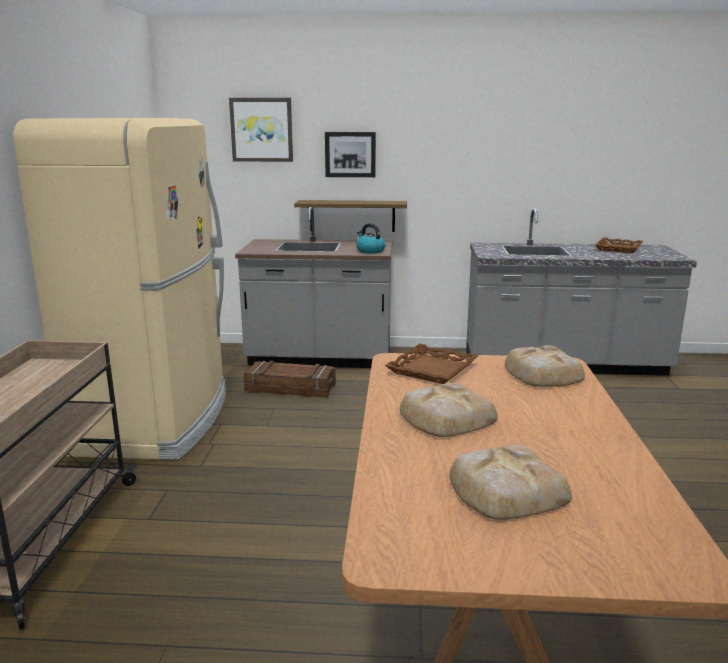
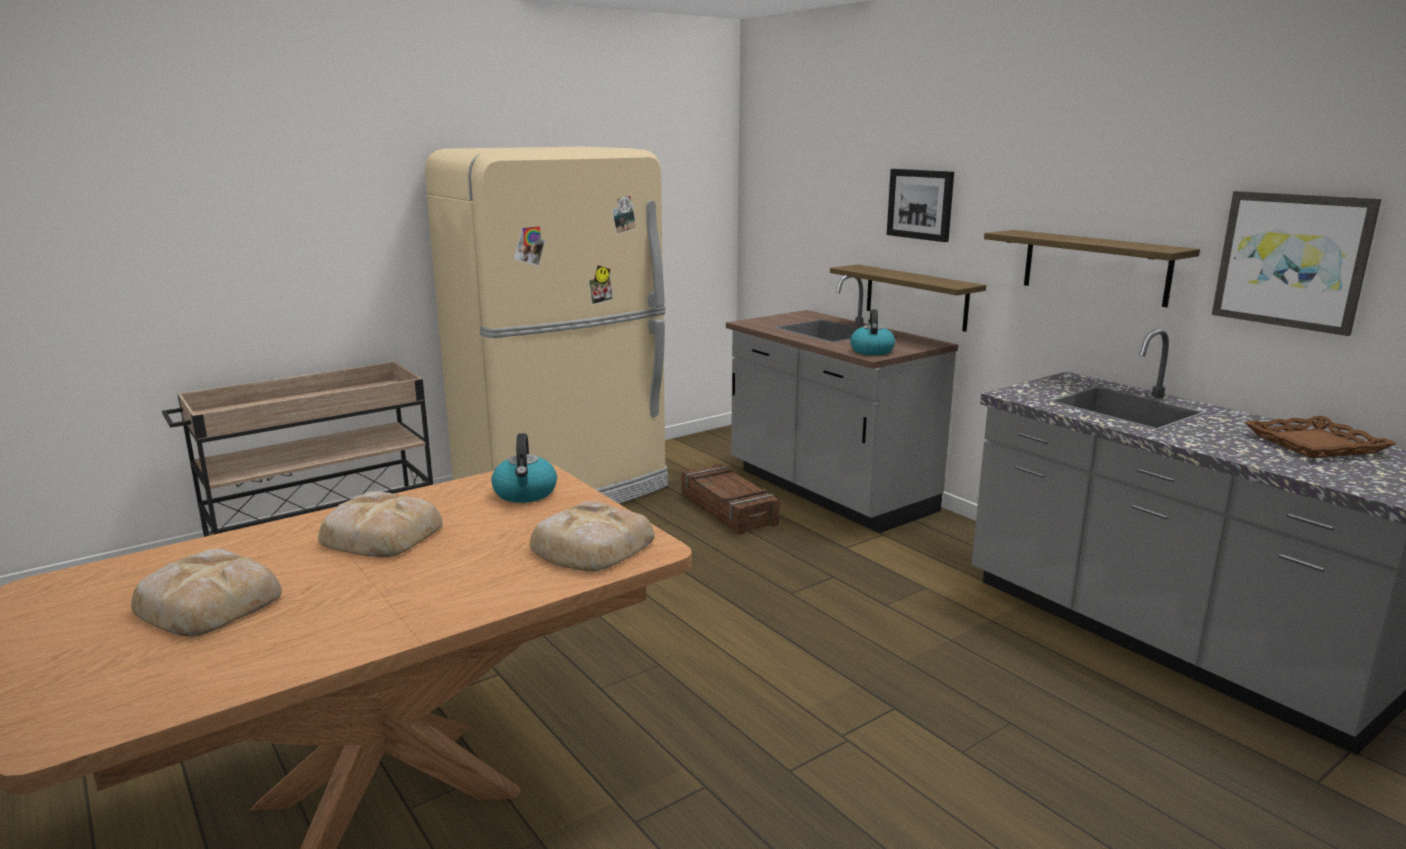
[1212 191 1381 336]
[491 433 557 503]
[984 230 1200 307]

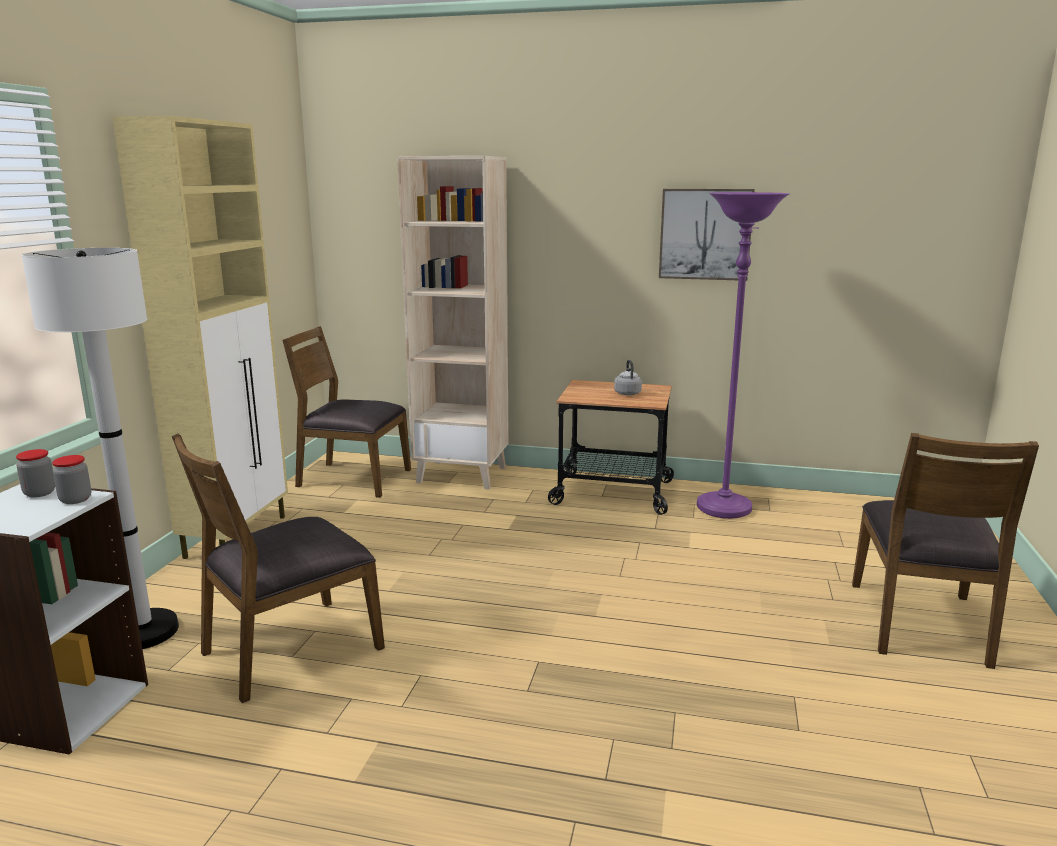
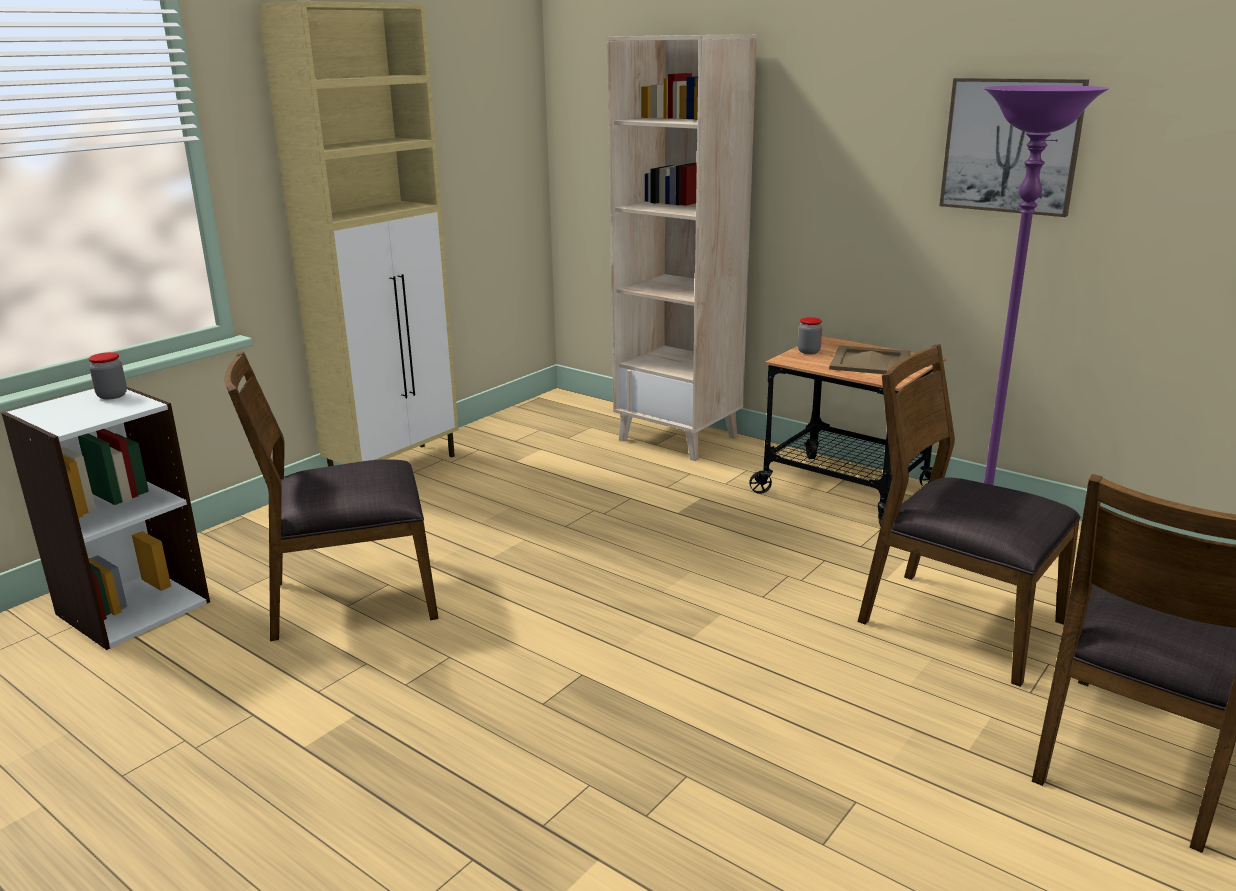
[22 248 179 649] (first image)
[798 317 822 354]
[858 344 1081 687]
[829 345 911 374]

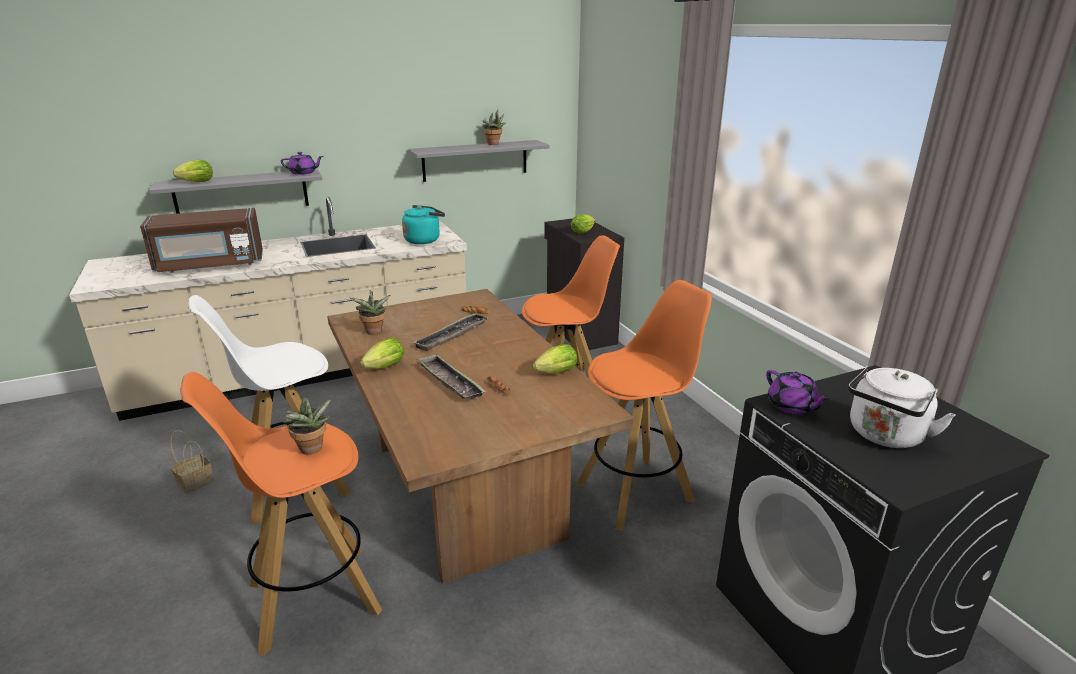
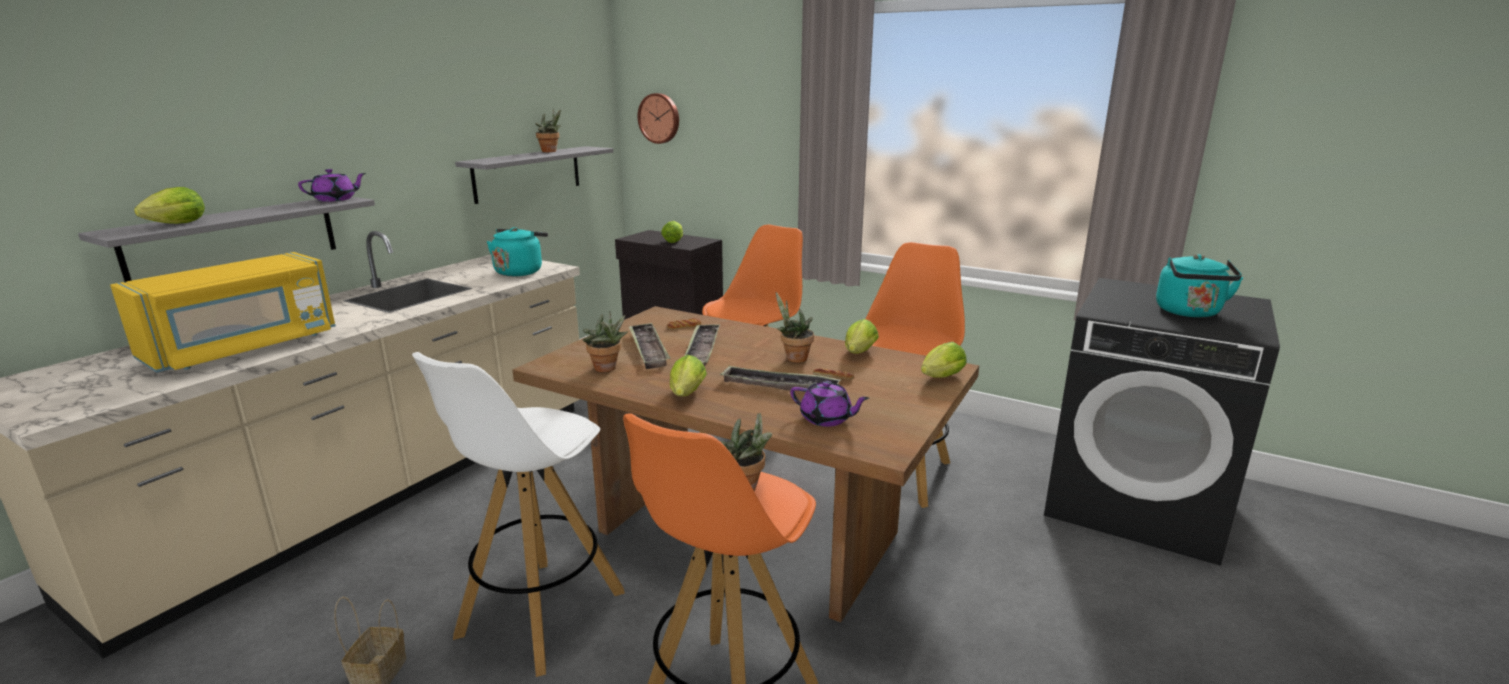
[110 252 336 373]
[790 381 870 427]
[1156 254 1243 317]
[628 322 671 369]
[638 93 679 144]
[776 292 814 363]
[921 342 967 378]

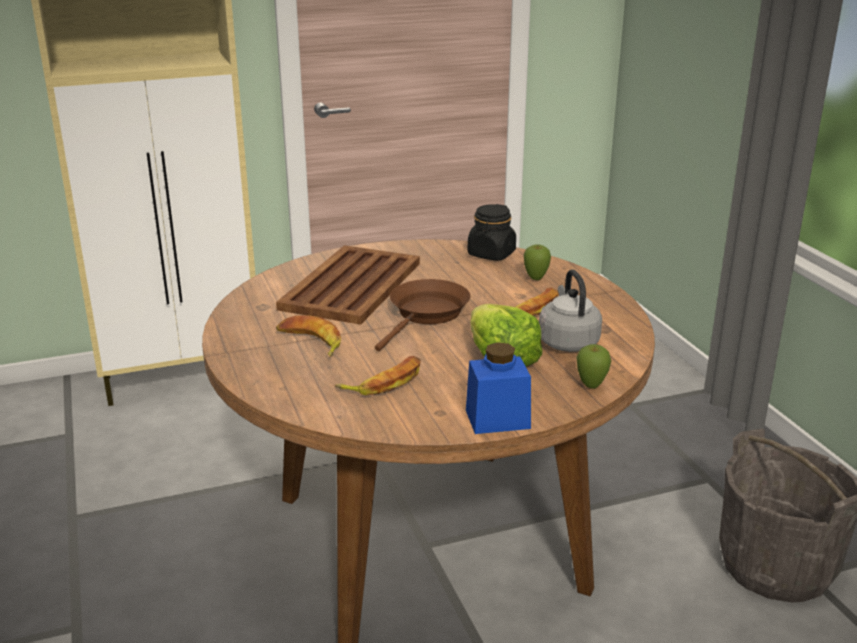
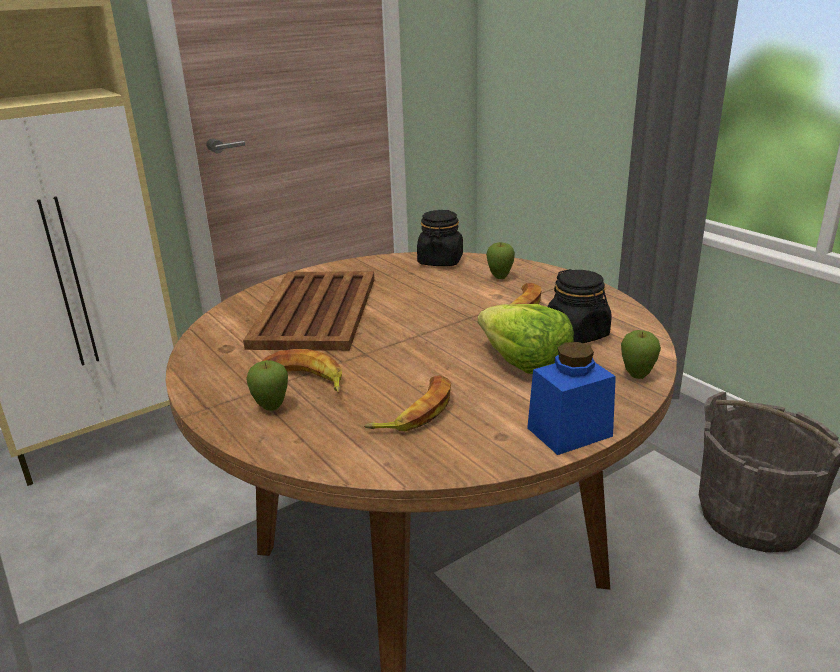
[375 279 471 351] (first image)
[547 269 611 343]
[246 360 288 411]

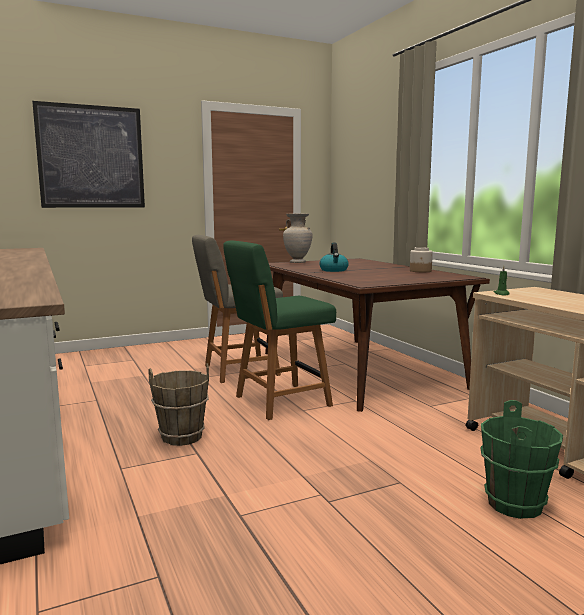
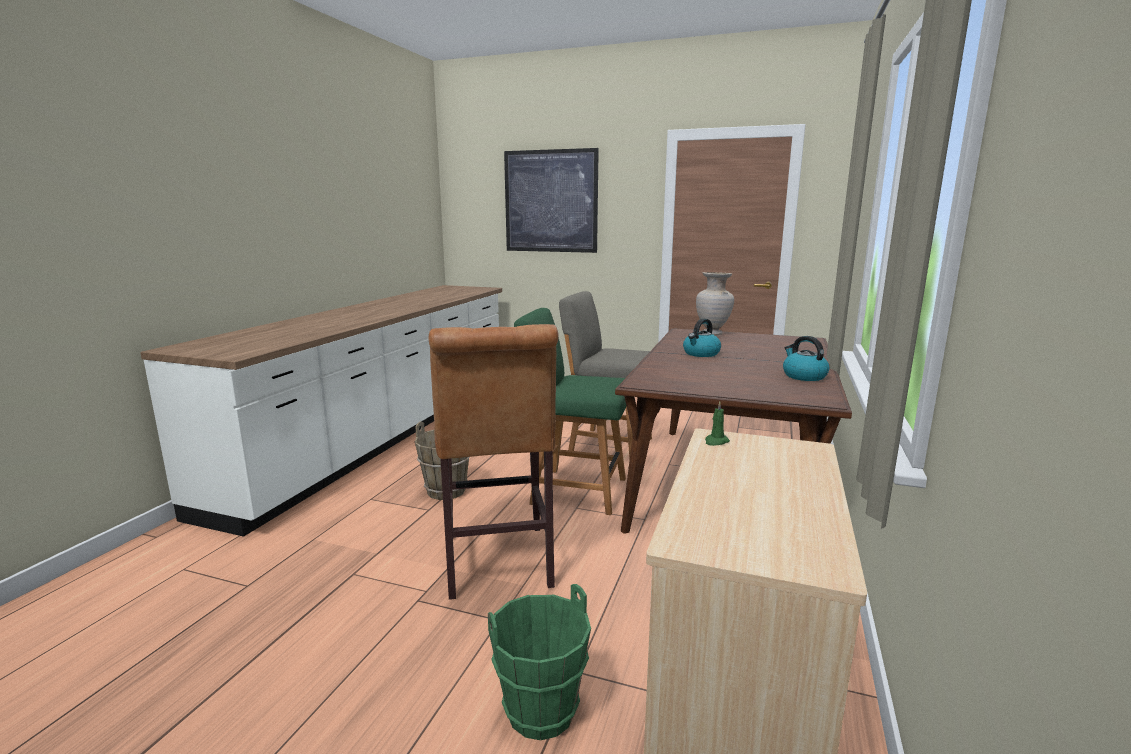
[783 336 829 381]
[428 324 559 600]

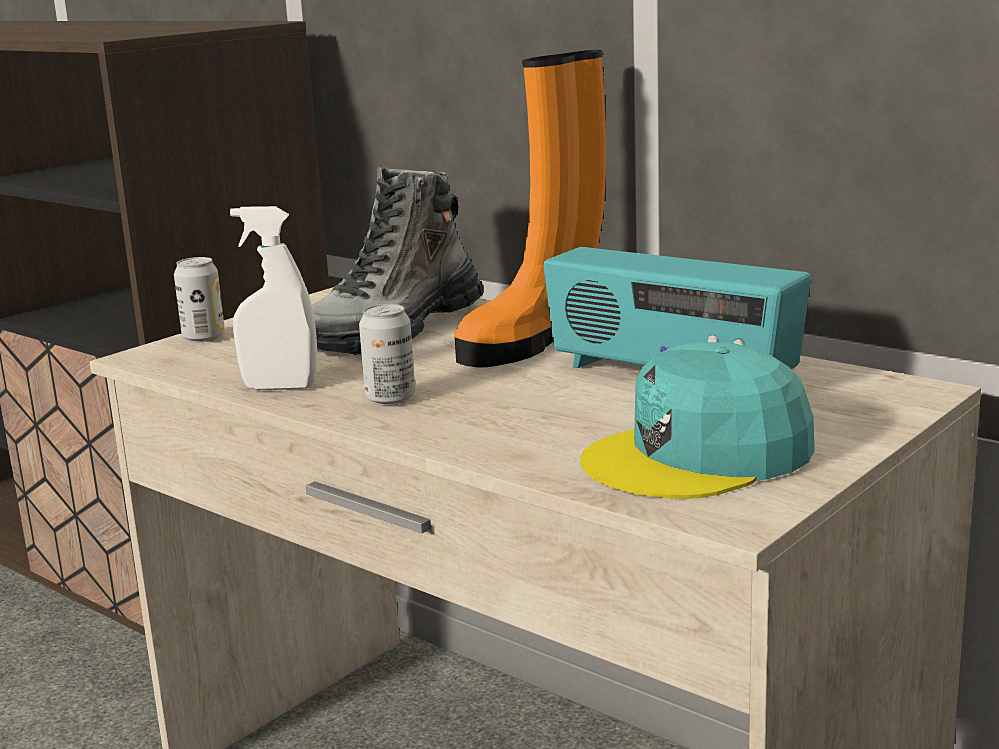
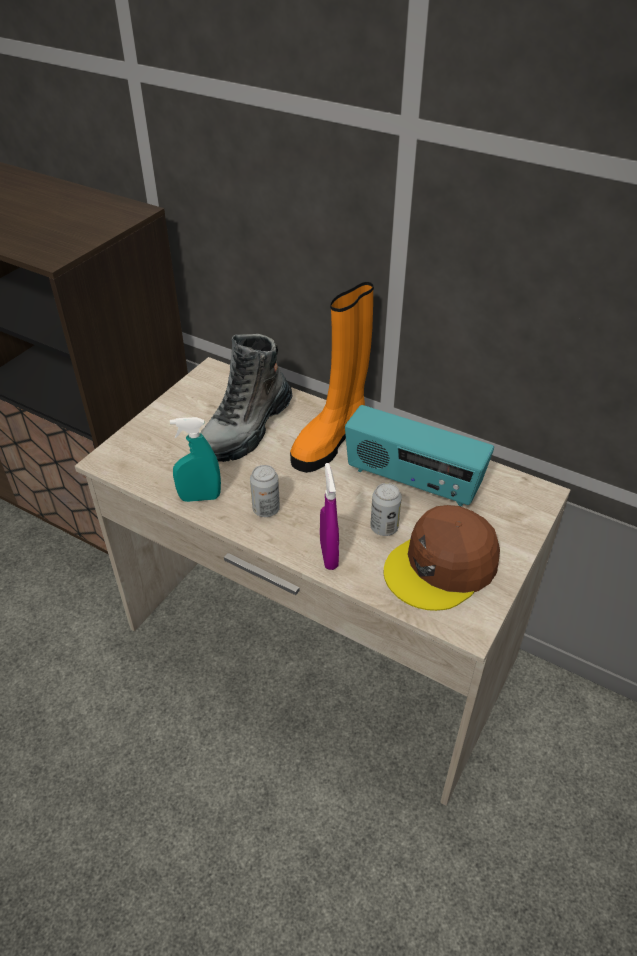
[370 483 402 536]
[170 417 221 502]
[384 505 500 611]
[320 463 339 570]

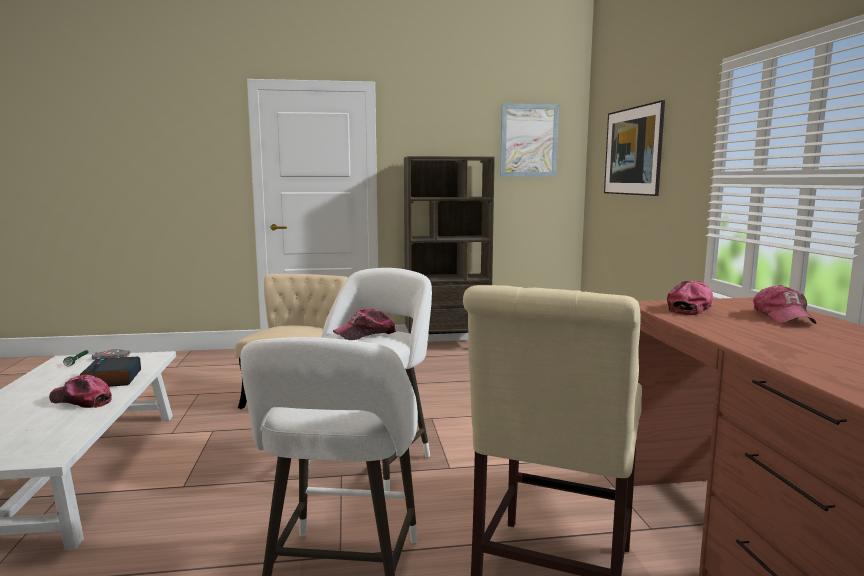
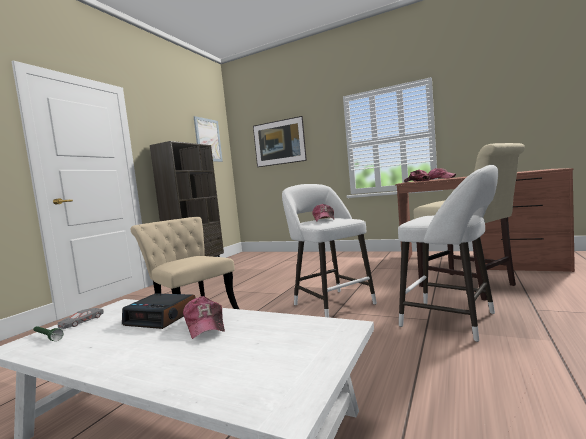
[183 296 225 339]

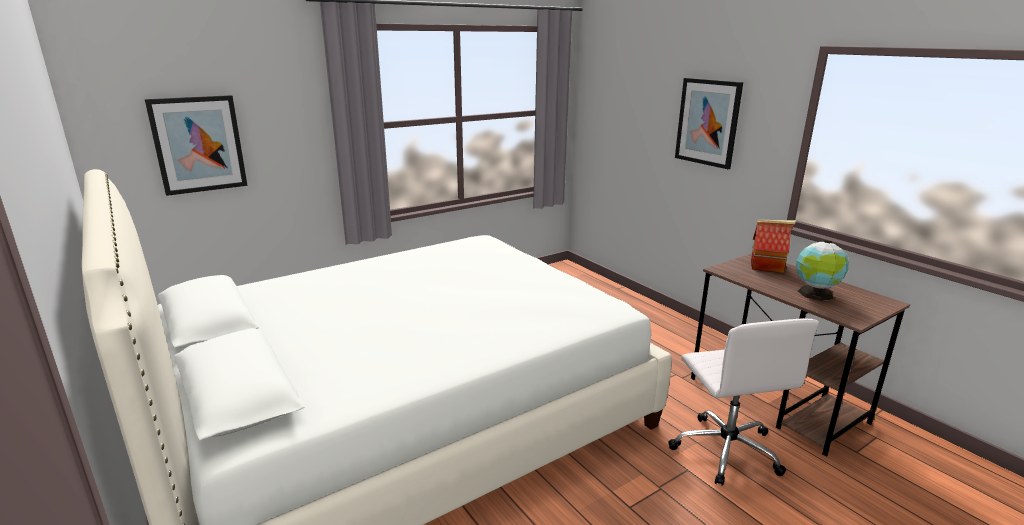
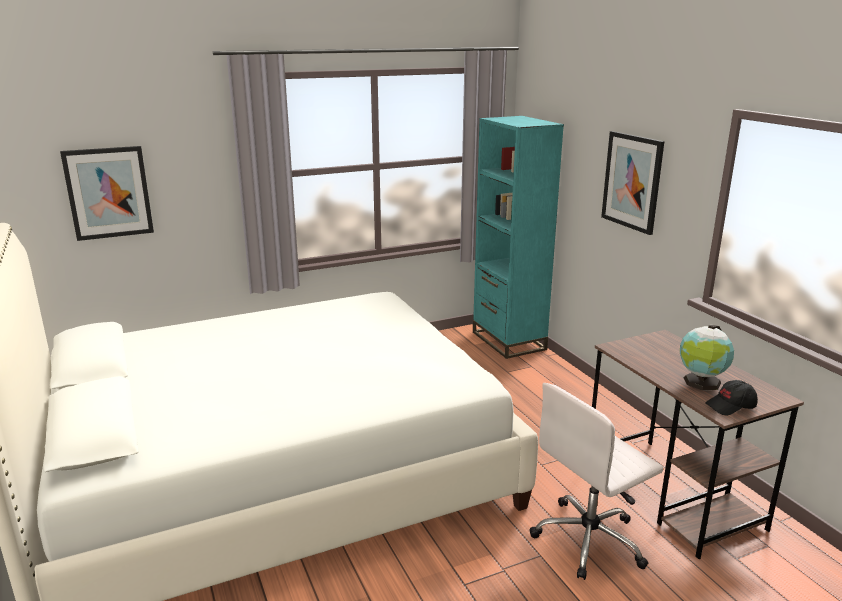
[529 383 663 580]
[751 220 796 273] (first image)
[473 116 564 359]
[705 380 758 416]

